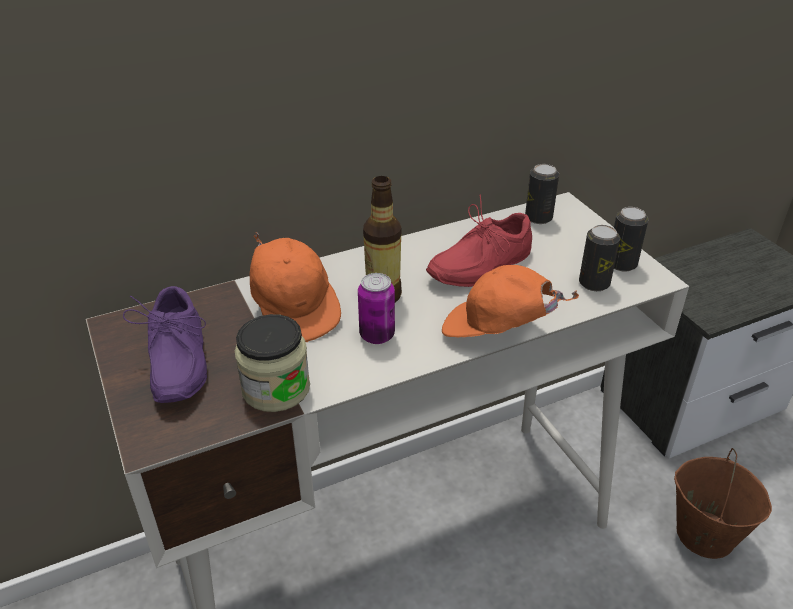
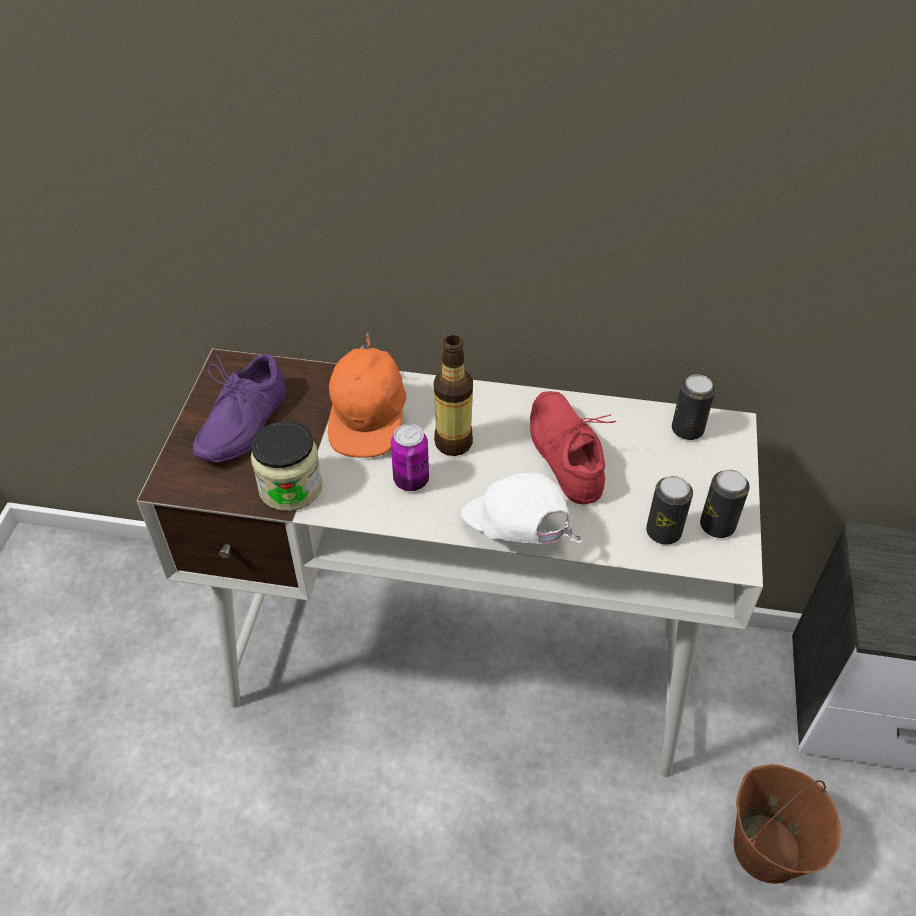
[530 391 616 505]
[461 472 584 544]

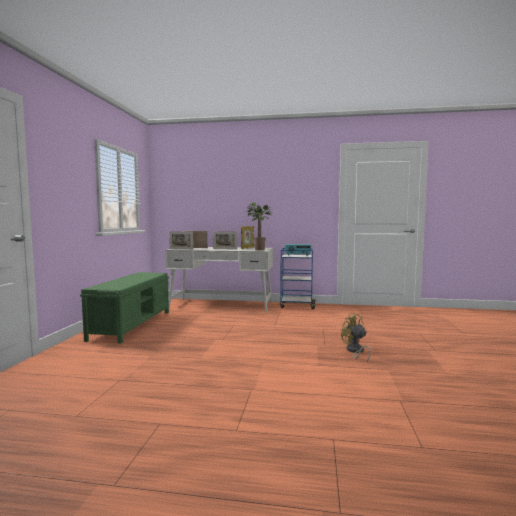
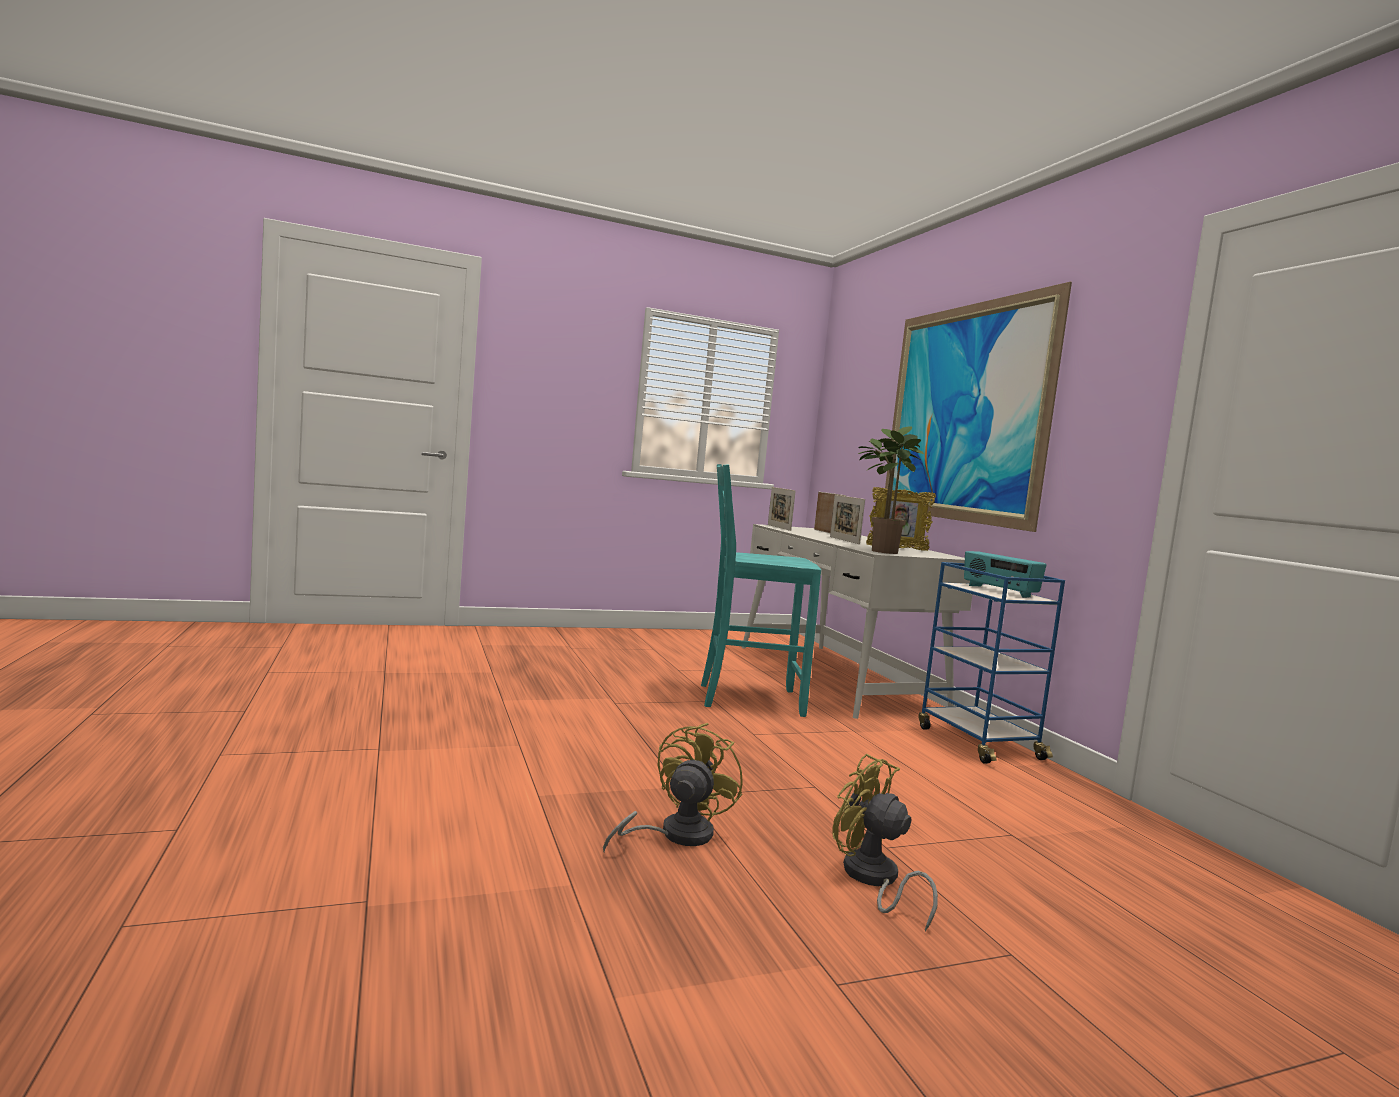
[80 272 169 344] (first image)
[701 464 821 717]
[833 754 938 931]
[885 282 1072 532]

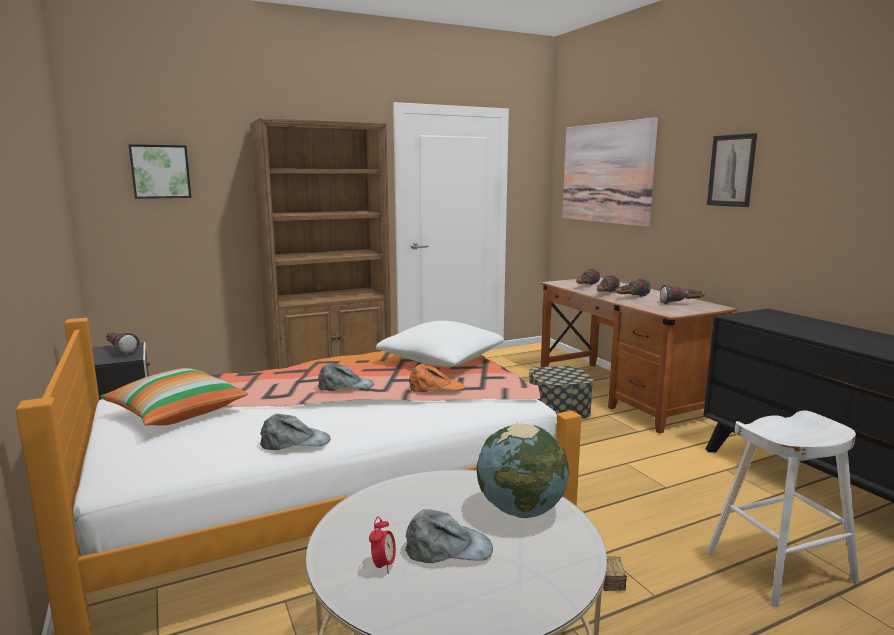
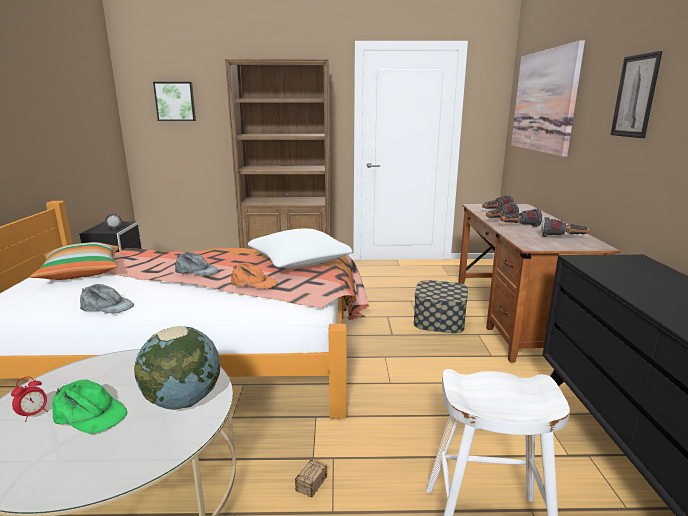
[52 380 127 434]

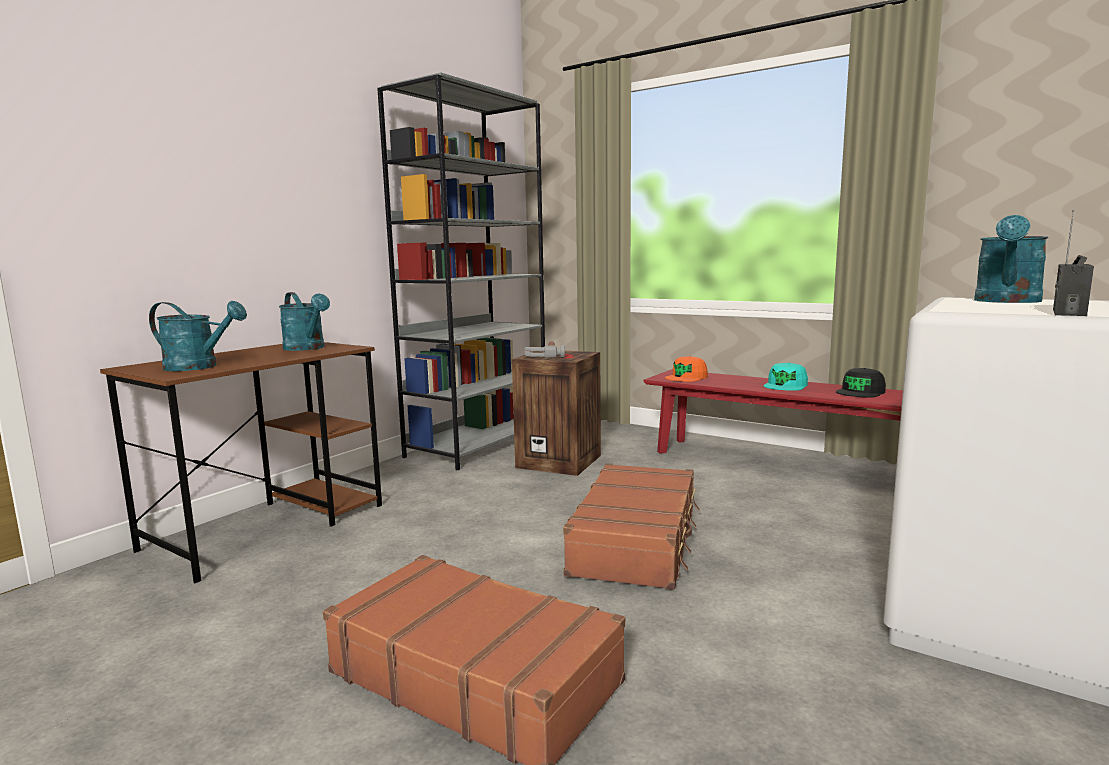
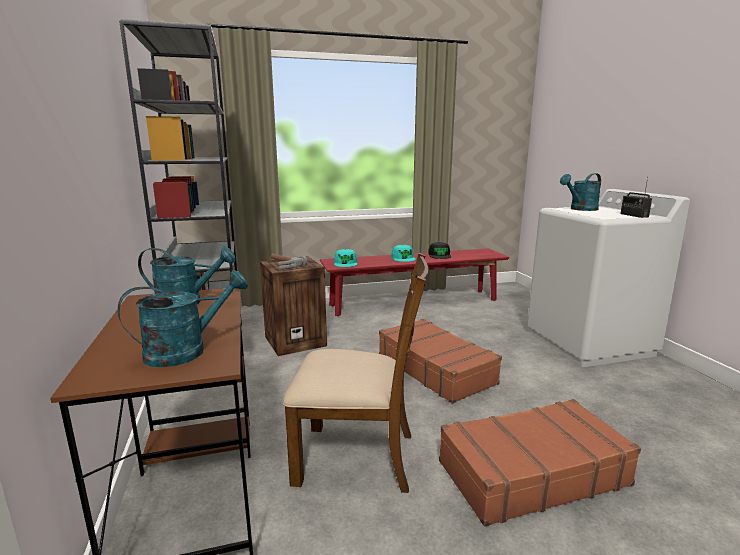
[334 249 357 267]
[560 173 601 211]
[283 253 429 493]

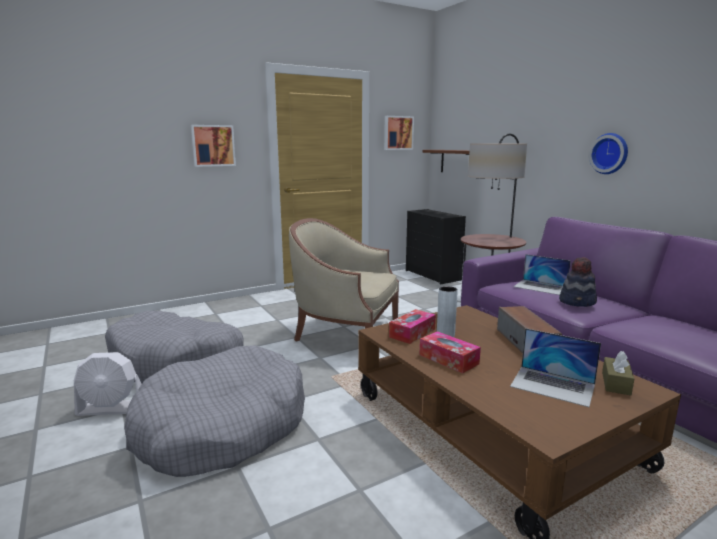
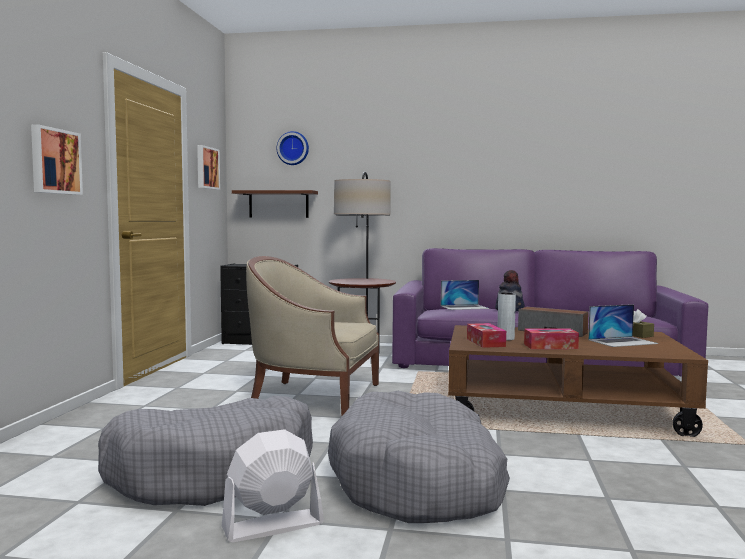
[222 429 324 542]
[246 256 379 416]
[276 131 309 165]

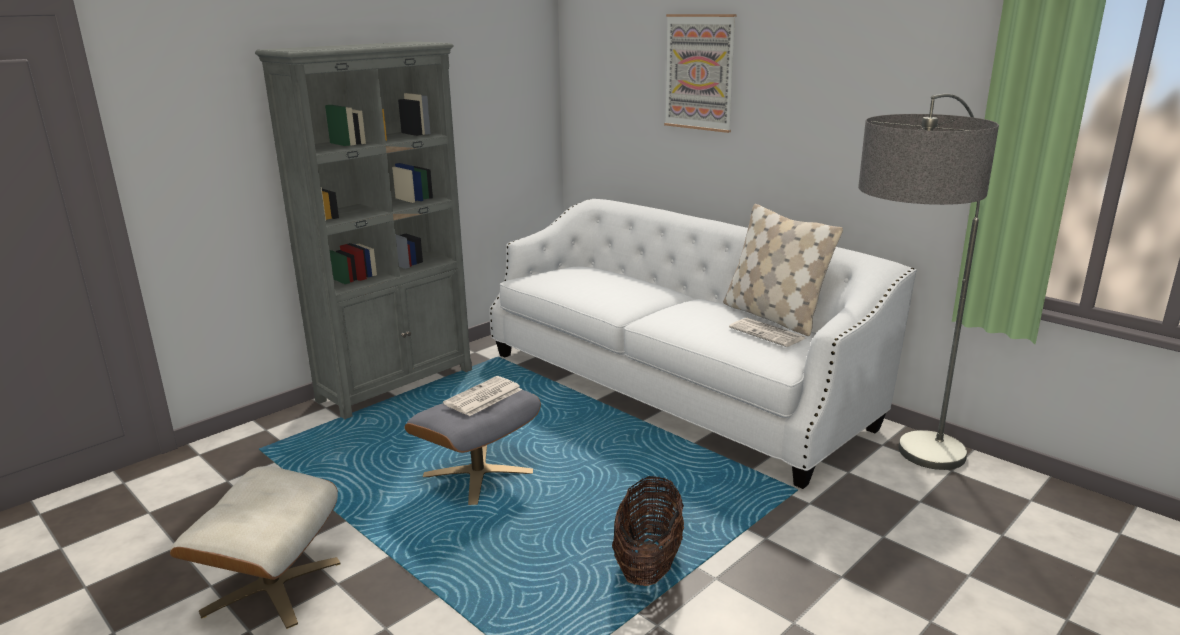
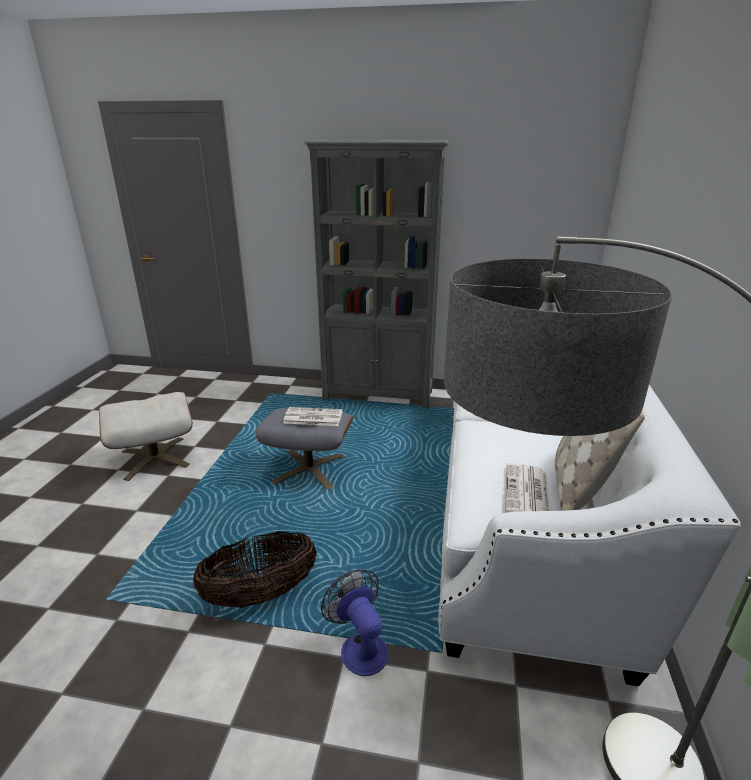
[664 14 736 133] (first image)
[321 569 388 676]

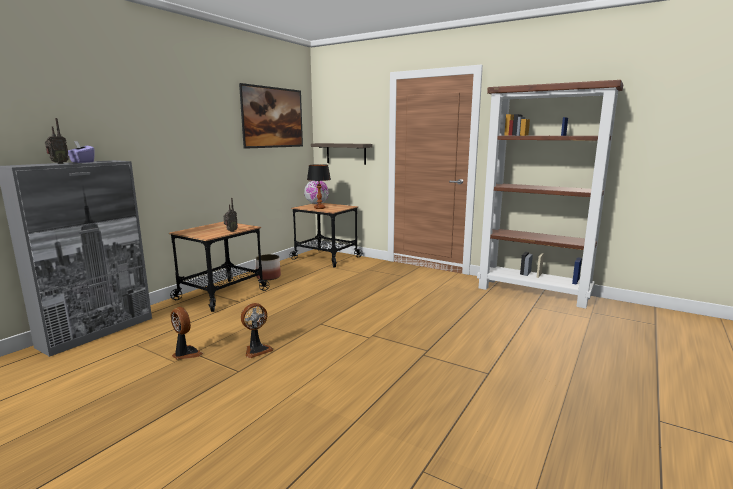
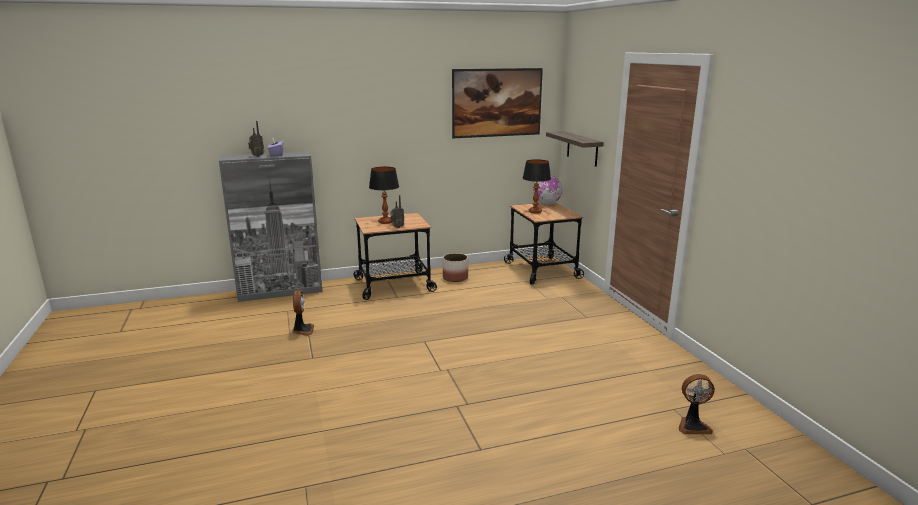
[679 374 715 434]
[477 80 623 309] (first image)
[369 167 399 224]

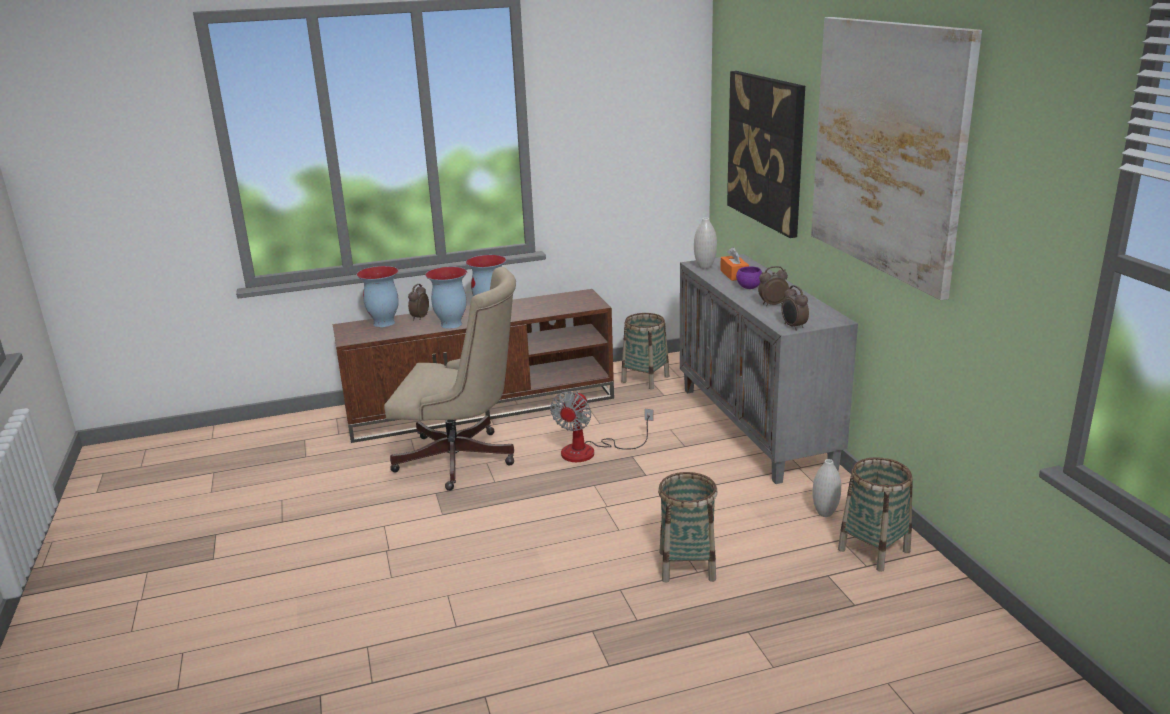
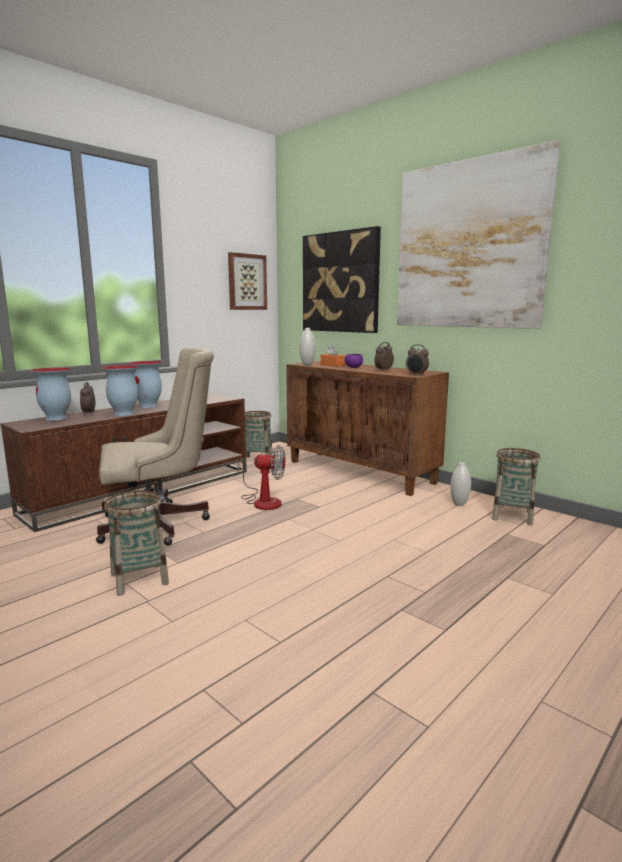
[237 445 285 510]
[104 490 169 596]
[286 361 449 496]
[228 252 267 310]

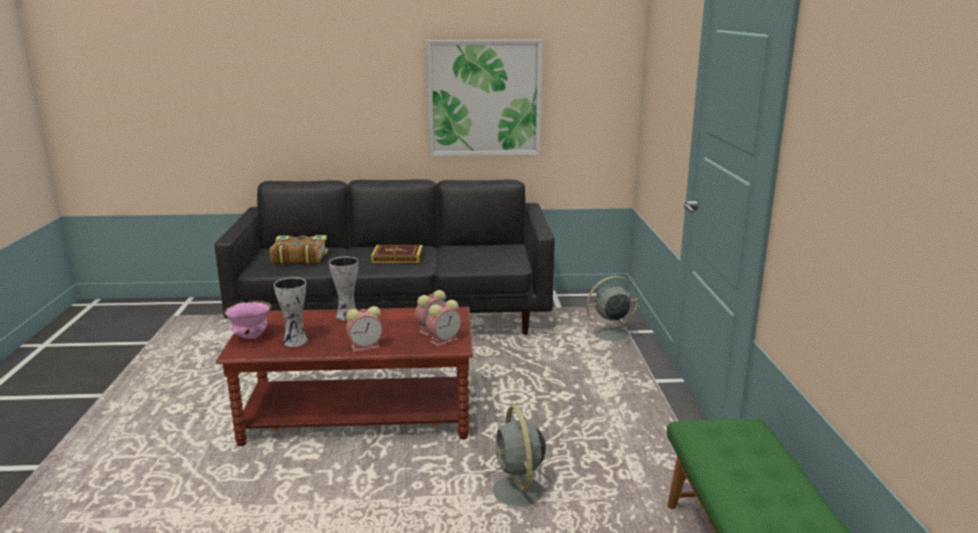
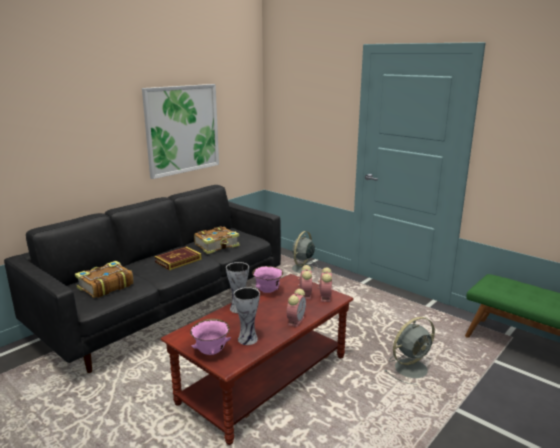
[384 317 435 385]
[194 226 240 254]
[252 266 283 293]

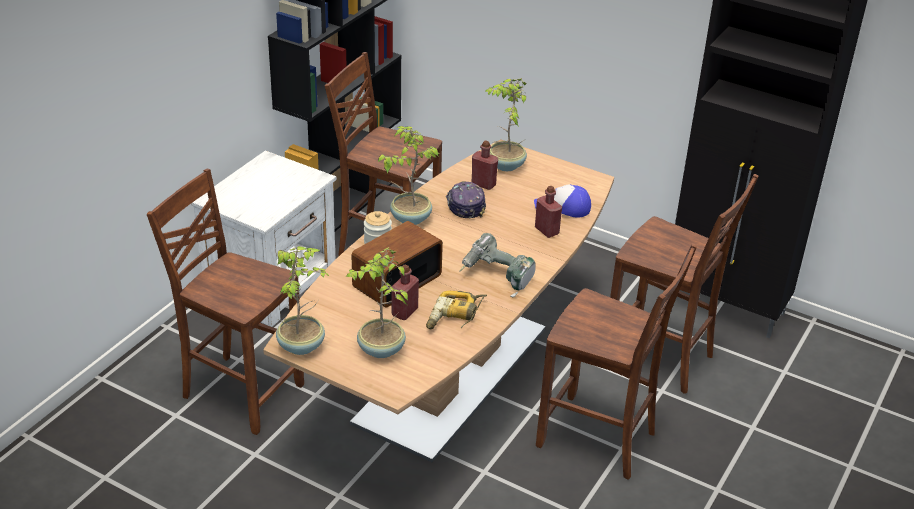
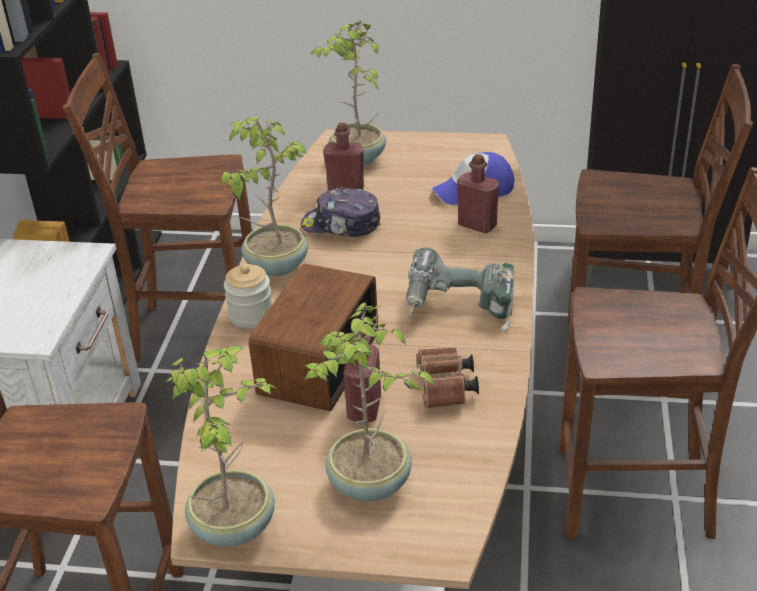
[416 347 479 408]
[301 187 380 237]

